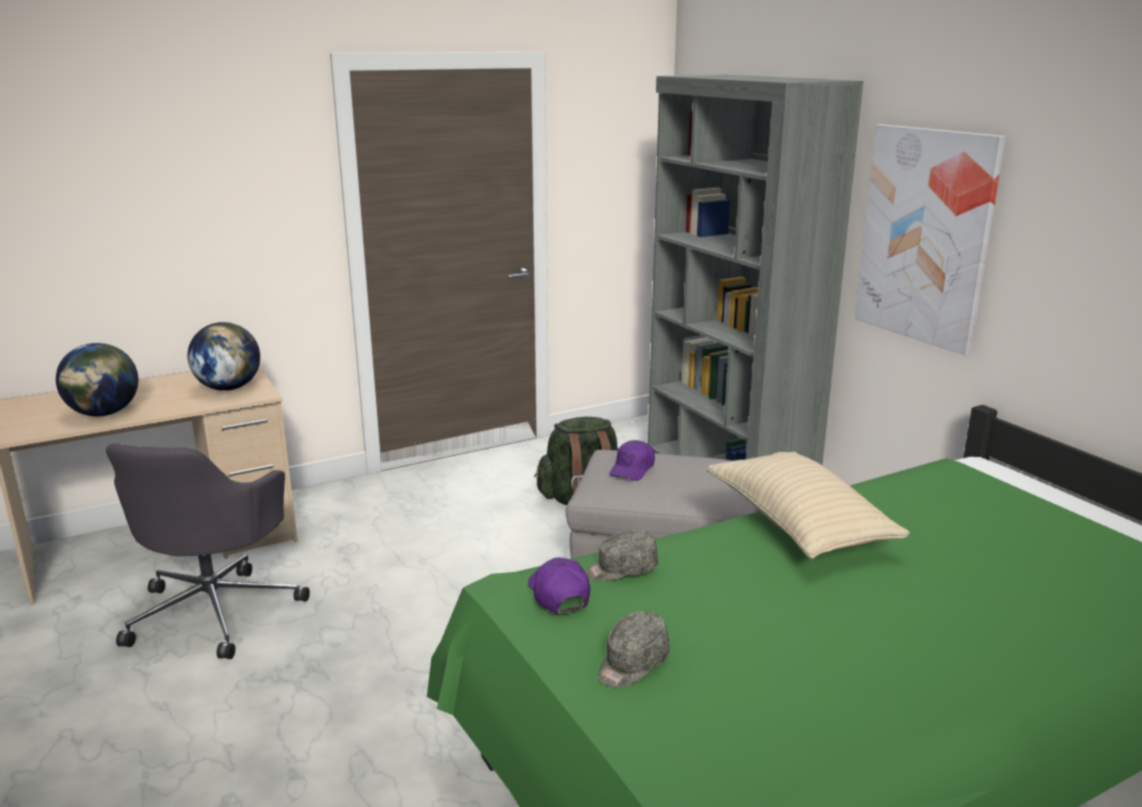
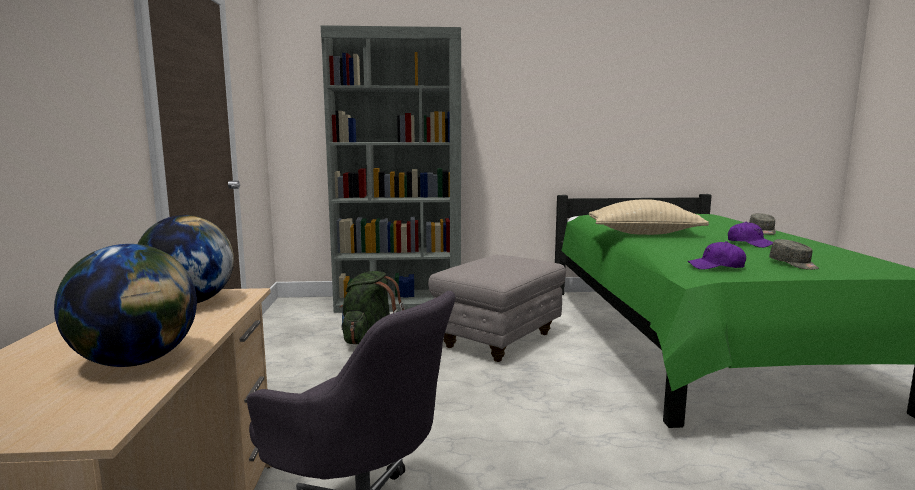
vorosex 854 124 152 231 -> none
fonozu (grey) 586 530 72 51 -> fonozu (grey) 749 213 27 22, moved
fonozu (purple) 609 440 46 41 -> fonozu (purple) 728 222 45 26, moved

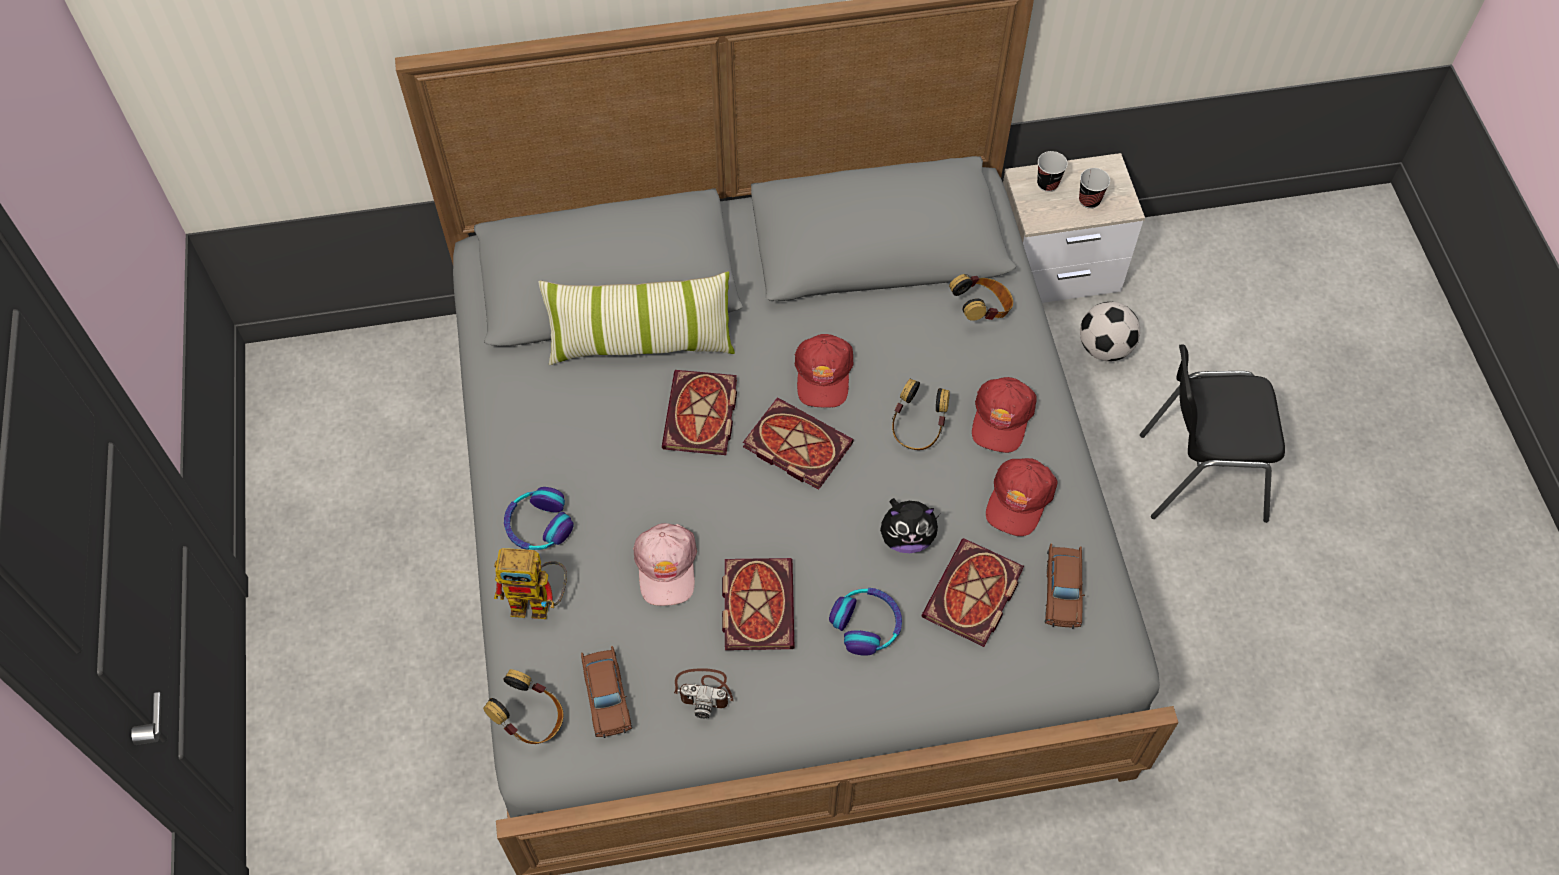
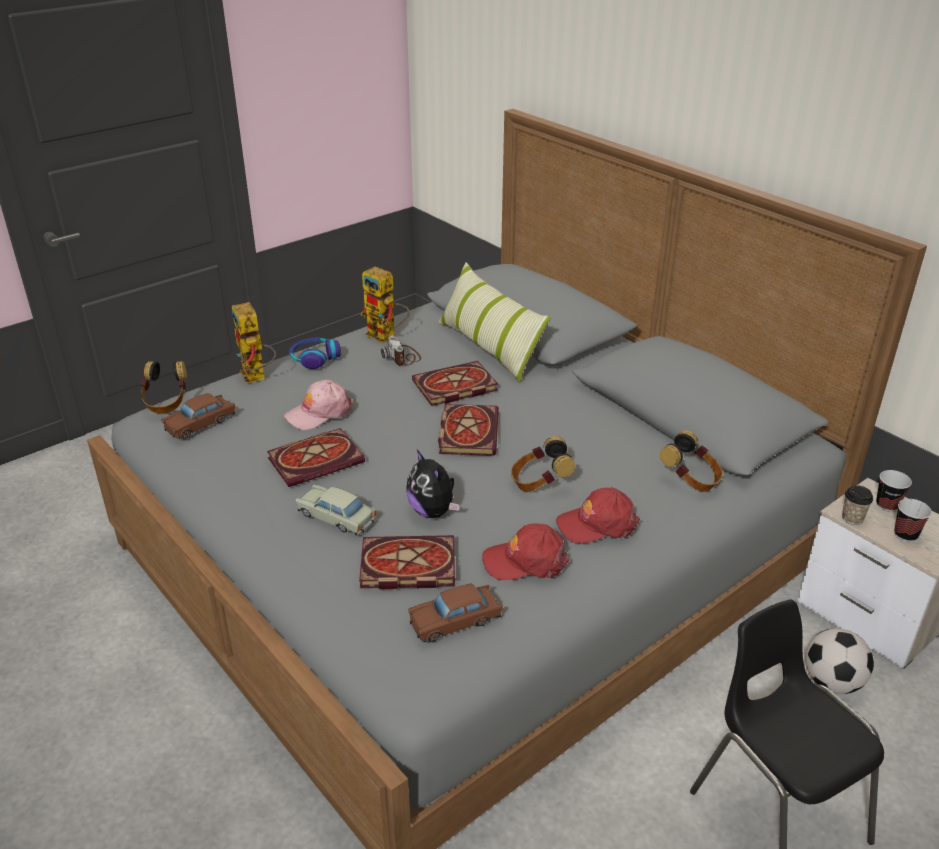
fonozu (red) 795 334 59 74 -> none
none -> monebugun 361 266 48 77
none -> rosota 842 485 31 40
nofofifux 674 668 59 51 -> nofofifux 381 335 40 31, moved
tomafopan 829 588 73 68 -> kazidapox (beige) 296 484 80 52

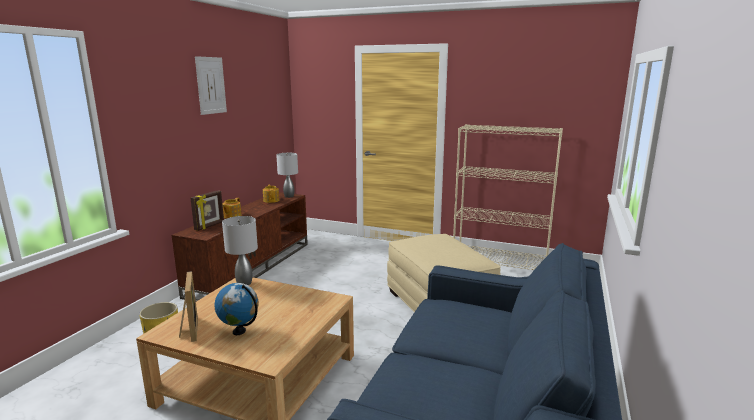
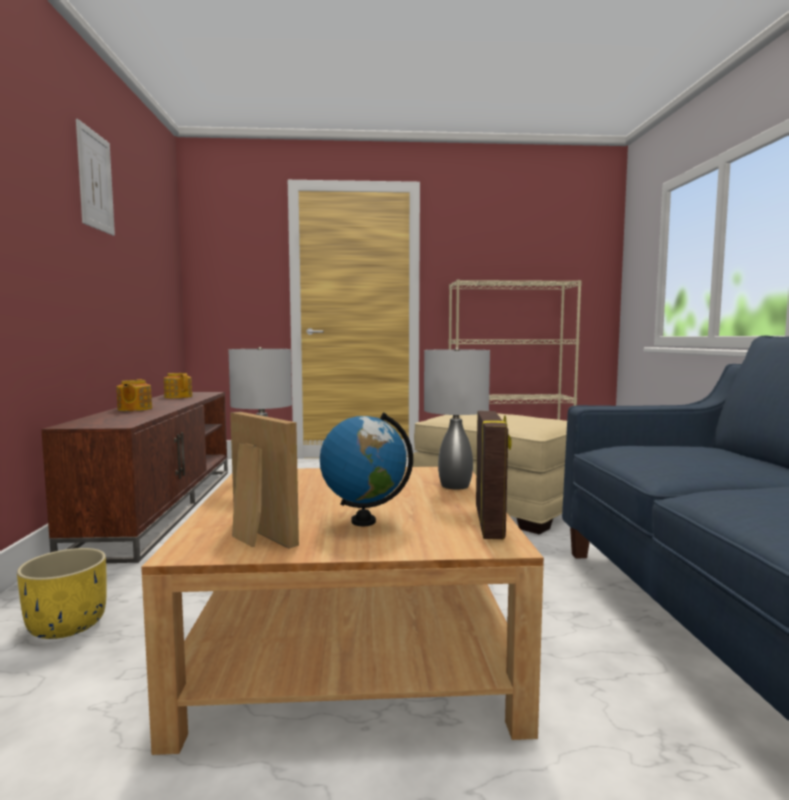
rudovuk 190 190 34 41 -> rudovuk 476 411 36 128, moved
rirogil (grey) 276 153 22 45 -> rirogil (grey) 424 348 66 142, moved

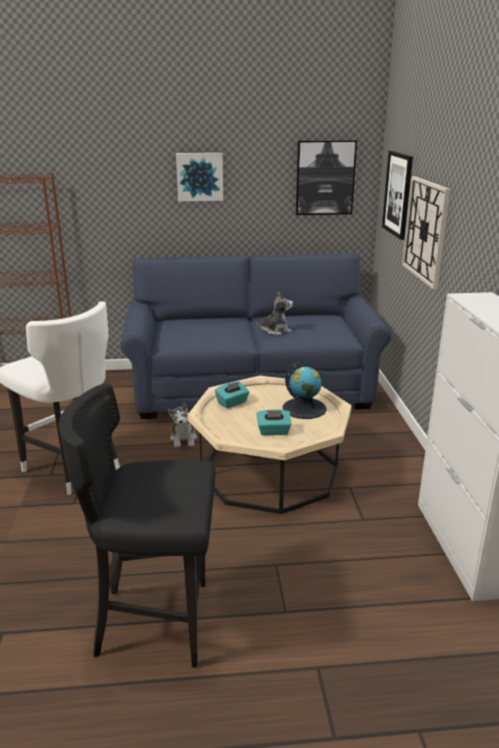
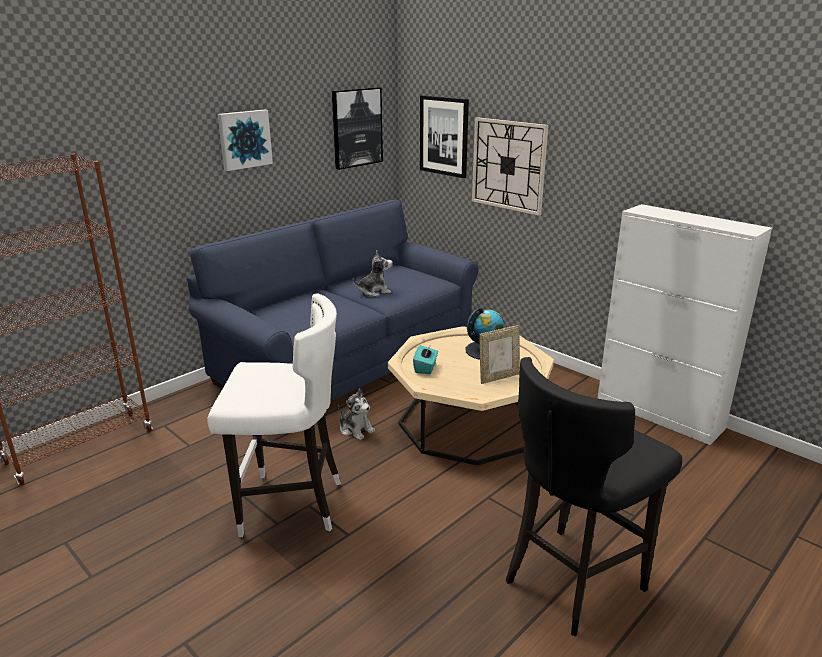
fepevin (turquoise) 257 409 35 27 -> rudovuk 479 325 41 59
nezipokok 257 292 36 43 -> nezipokok 353 251 40 45, 45 degrees clockwise

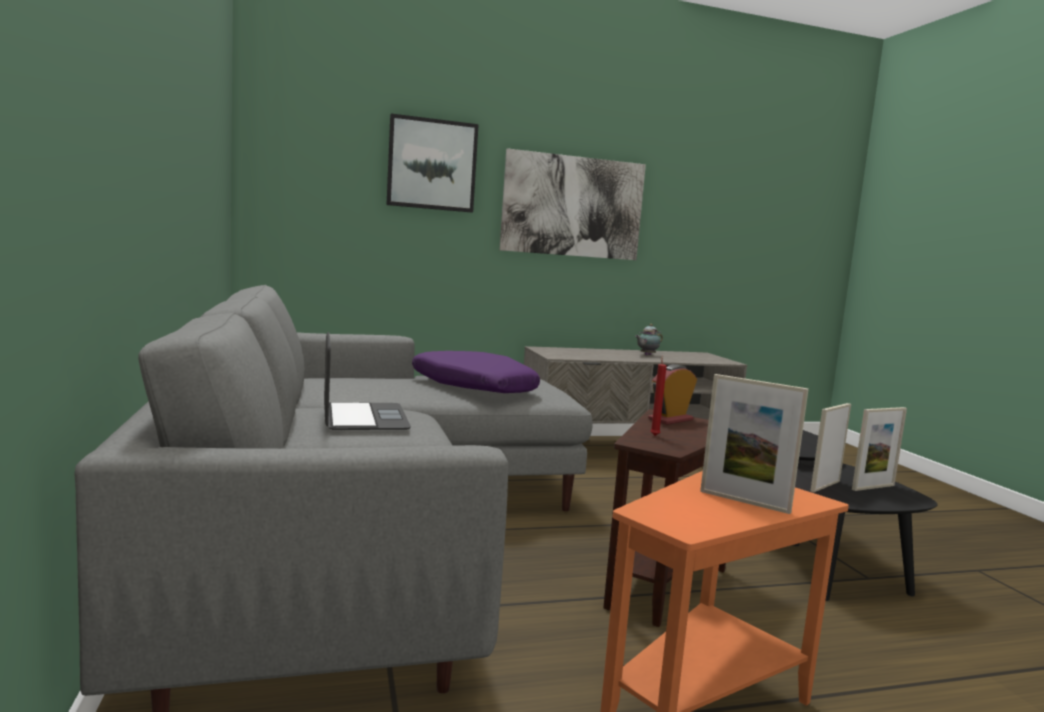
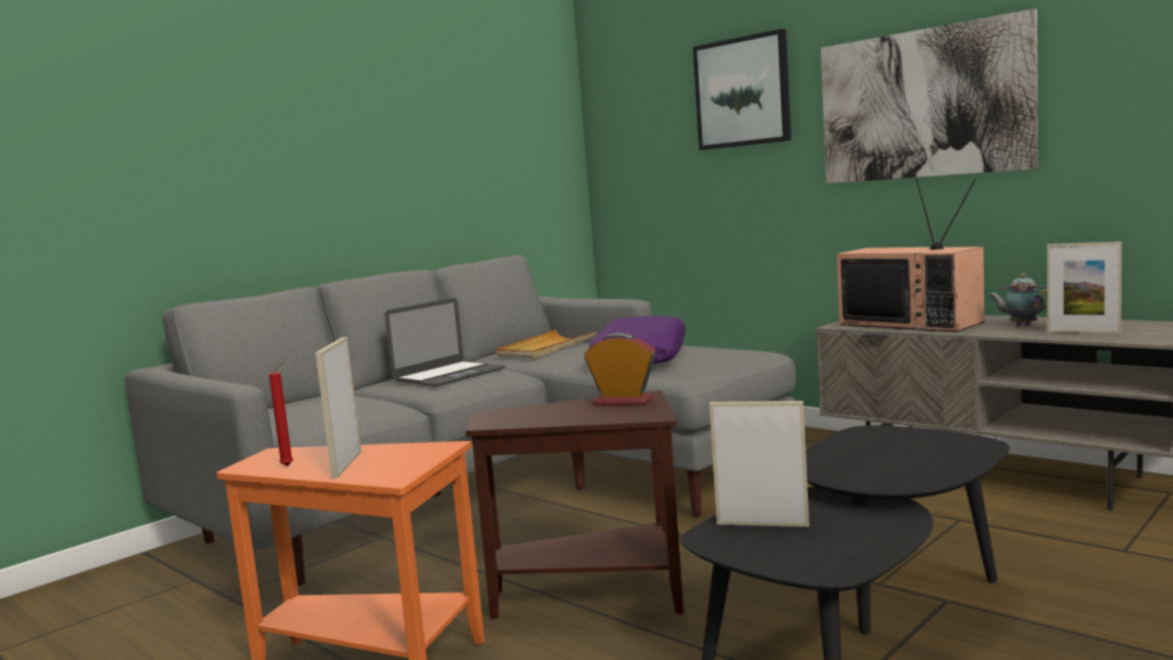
none -> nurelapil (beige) 496 330 101 28
none -> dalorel 837 174 148 158
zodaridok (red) 651 356 16 80 -> zodaridok (red) 269 361 24 105, moved
rudovuk 852 407 55 84 -> rudovuk 1047 242 75 92, moved

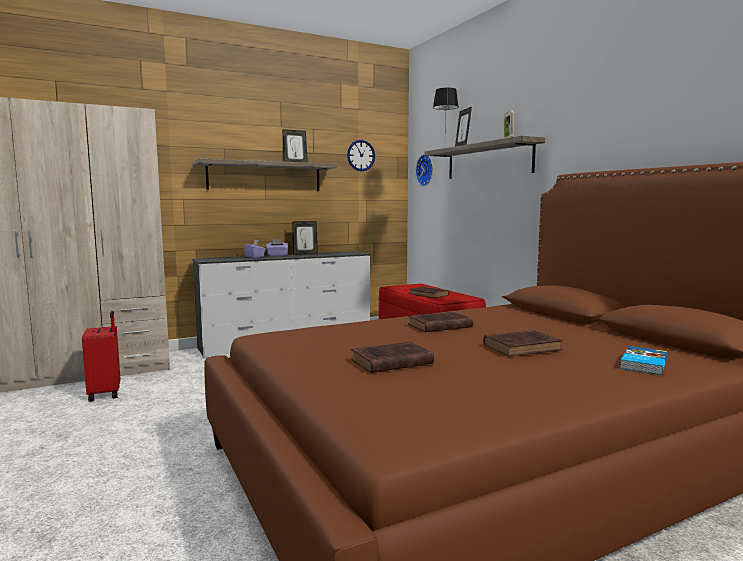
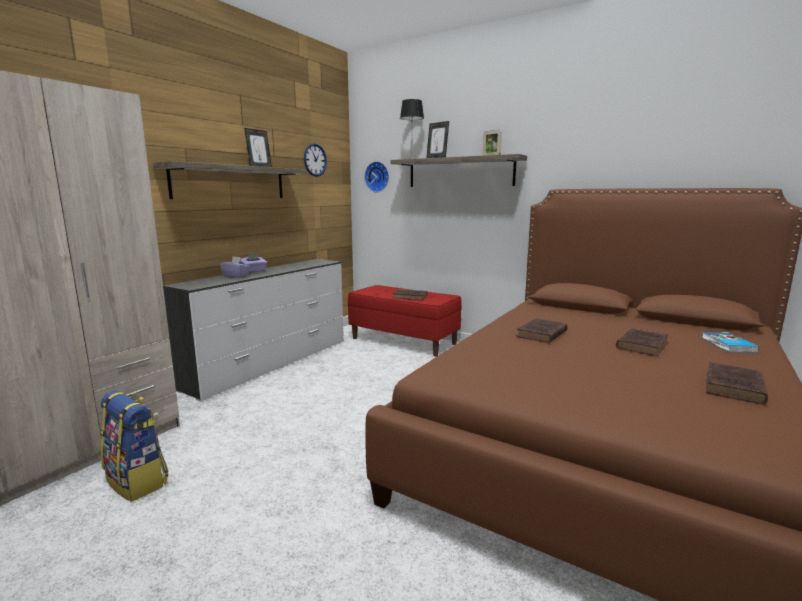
rudovuk 292 221 26 34 -> none
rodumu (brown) 351 342 83 31 -> rodumu (brown) 706 362 62 43, moved
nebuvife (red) 82 311 39 91 -> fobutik 101 391 68 111

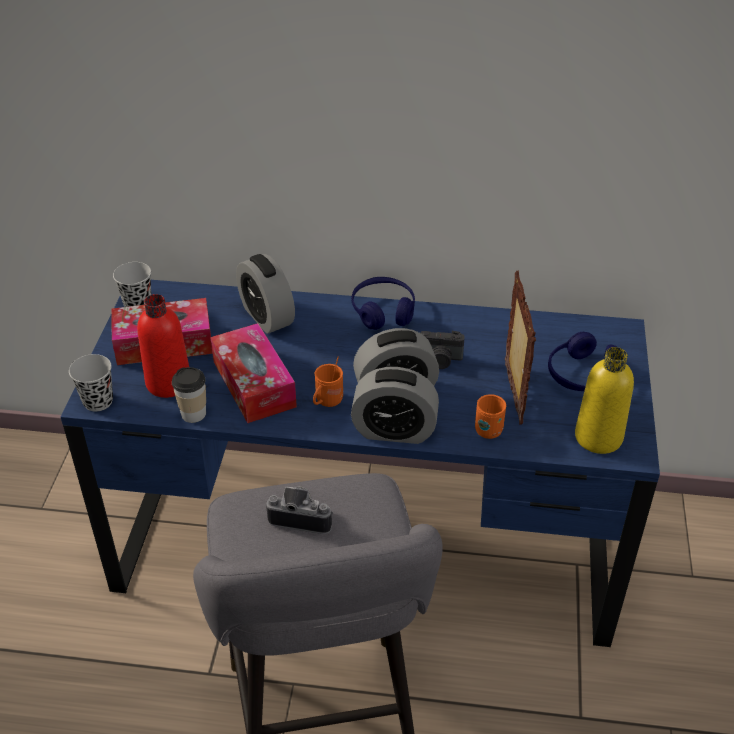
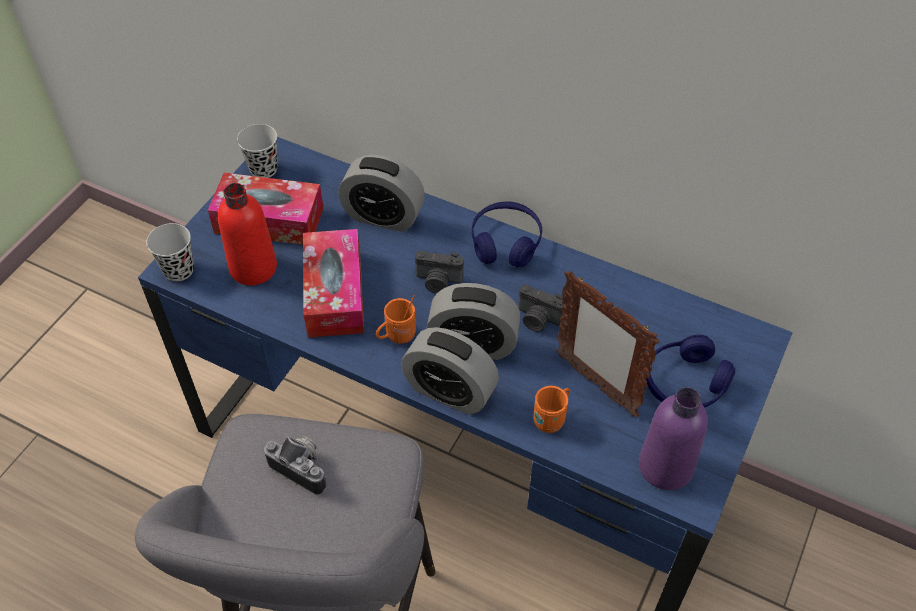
rosota 172 367 34 56 -> none
none -> nofofifux 415 251 49 42
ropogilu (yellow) 575 347 59 107 -> ropogilu (purple) 639 387 69 103
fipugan 236 254 59 80 -> fipugan 338 155 87 77, 60 degrees counterclockwise
rudovuk 505 271 31 154 -> rudovuk 557 271 103 146, 120 degrees clockwise

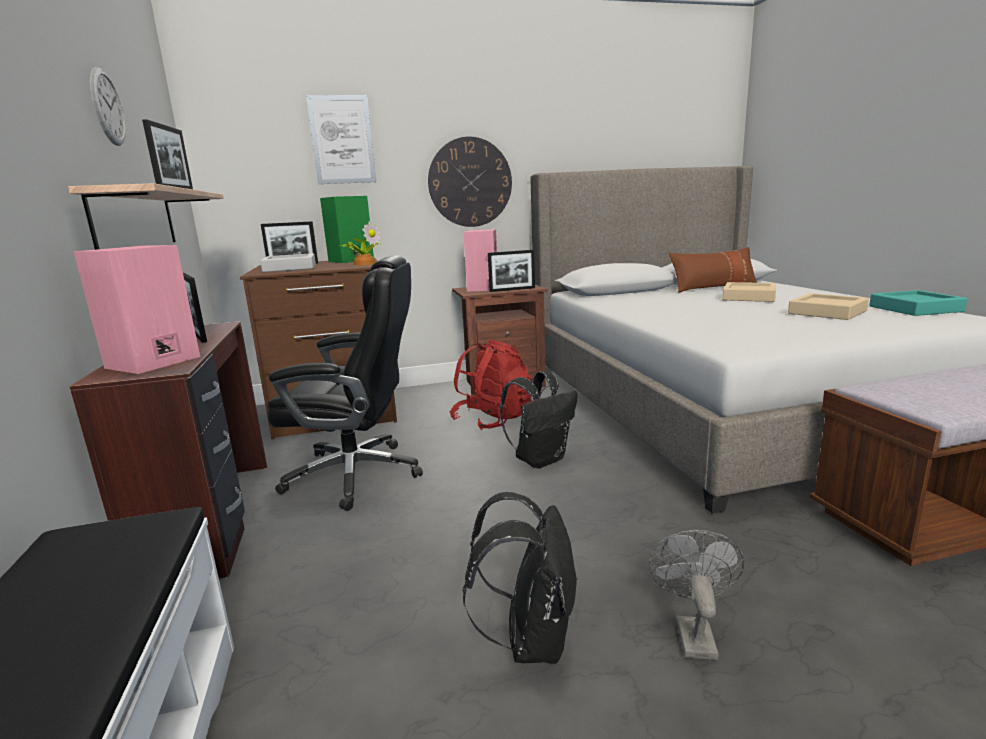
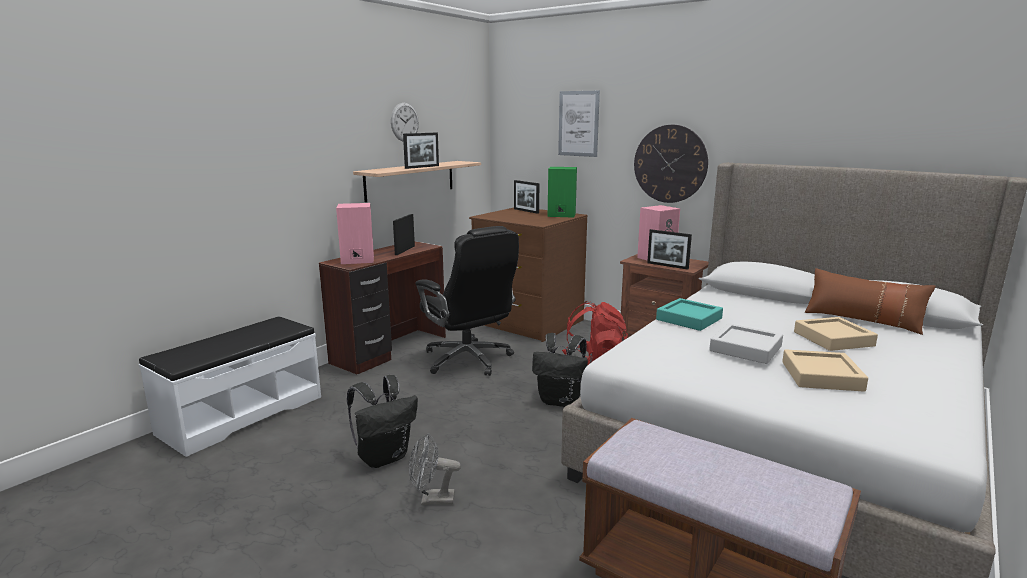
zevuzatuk 339 221 42 45 -> none
nurelapil (grey) 260 253 56 19 -> nurelapil (grey) 709 323 74 41, moved
nurelapil (turquoise) 869 290 98 26 -> nurelapil (turquoise) 656 298 67 33, moved
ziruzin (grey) 648 530 96 130 -> ziruzin (grey) 409 433 52 72, 150 degrees counterclockwise

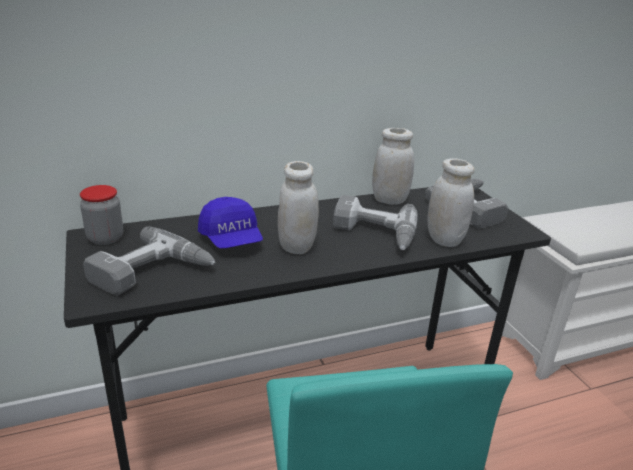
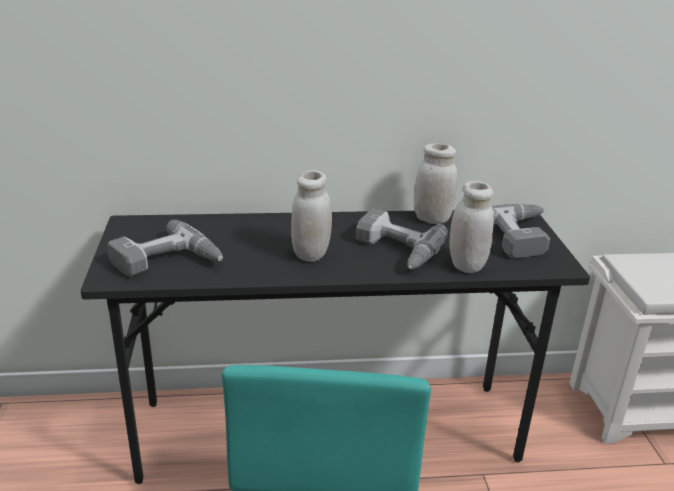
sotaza 80 185 43 60 -> none
fonozu (blue) 198 197 65 51 -> none

